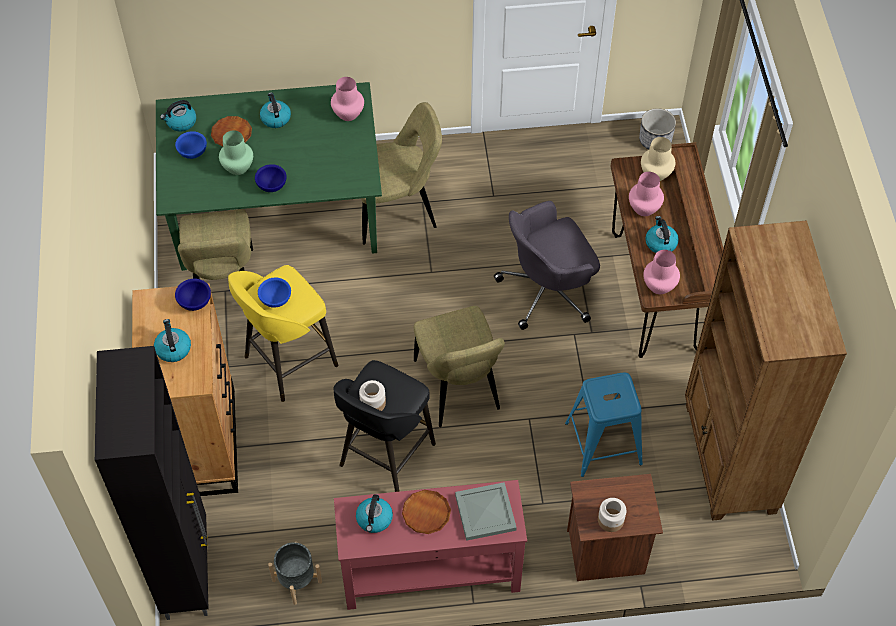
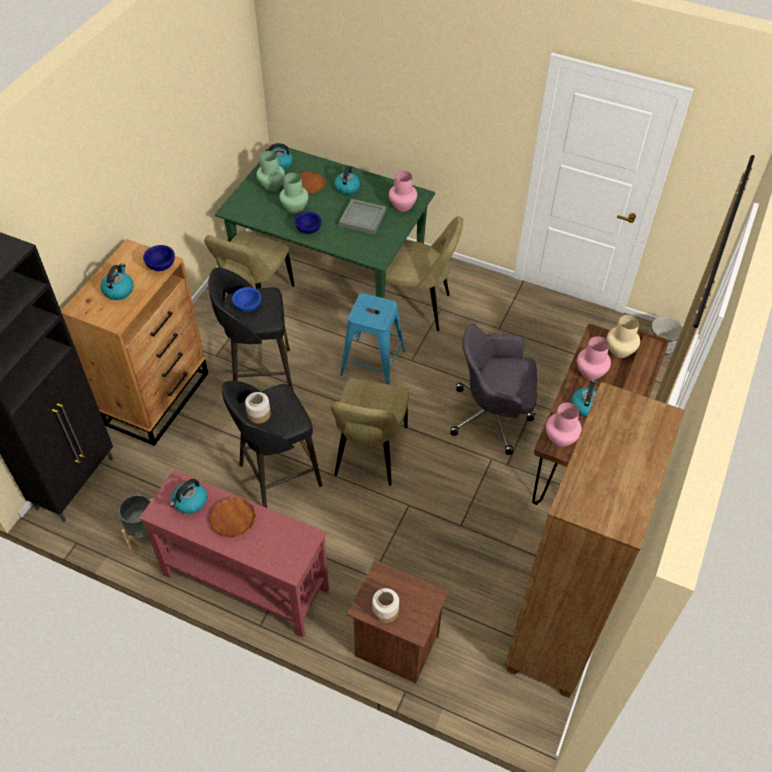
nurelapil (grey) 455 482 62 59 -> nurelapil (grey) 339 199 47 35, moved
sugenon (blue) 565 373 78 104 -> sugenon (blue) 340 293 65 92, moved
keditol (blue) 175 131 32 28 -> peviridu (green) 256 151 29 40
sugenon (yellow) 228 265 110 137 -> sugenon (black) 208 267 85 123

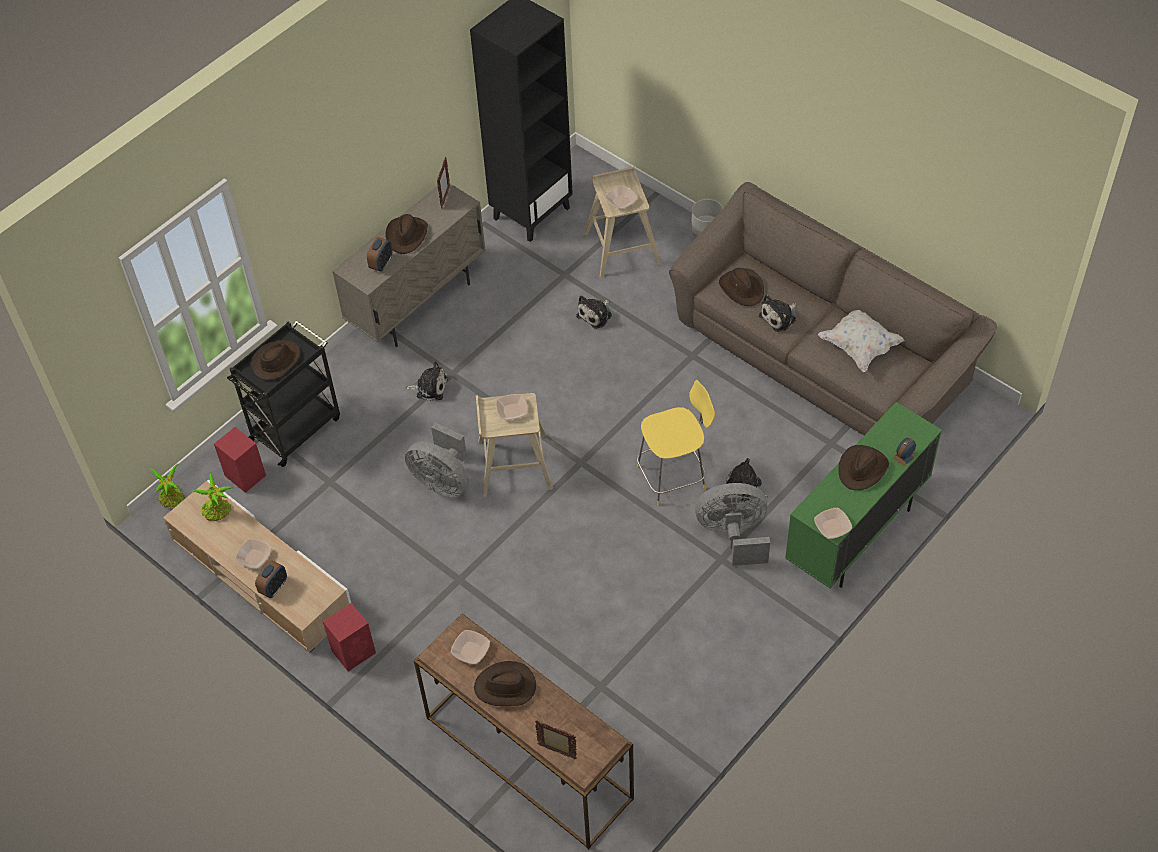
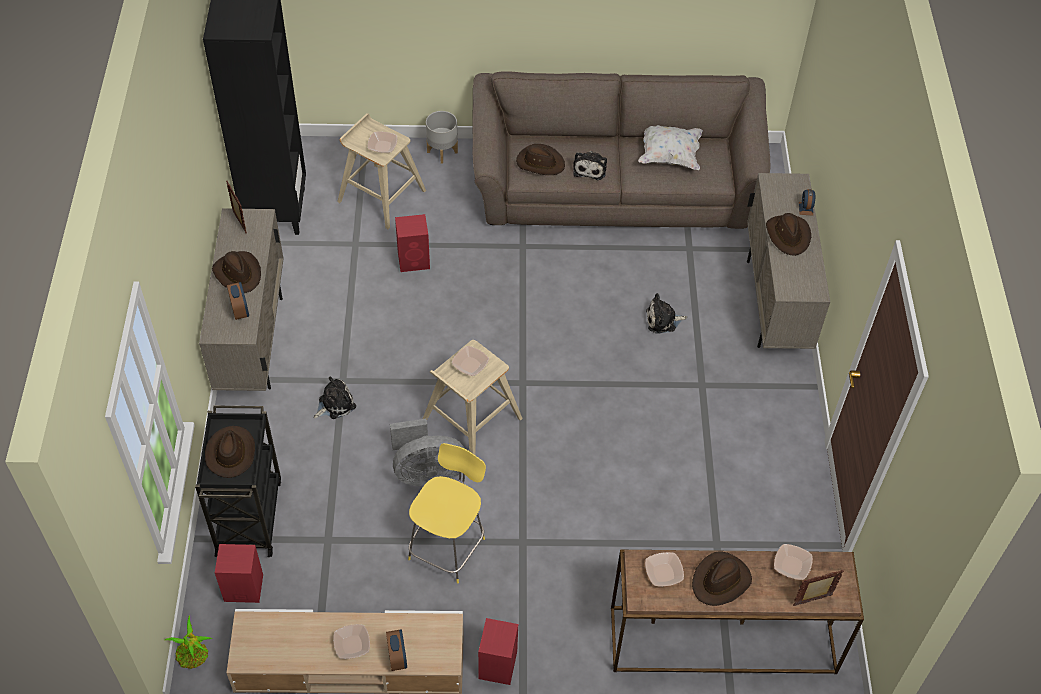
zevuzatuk 191 471 42 50 -> none
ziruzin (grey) 695 483 75 83 -> none
sugenon (yellow) 637 380 78 126 -> sugenon (yellow) 408 443 78 141, moved
keditol 814 508 38 31 -> keditol 774 544 39 36, moved
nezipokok 576 295 36 34 -> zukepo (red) 395 214 35 58
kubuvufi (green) 785 402 157 186 -> kubuvufi (beige) 747 173 83 176

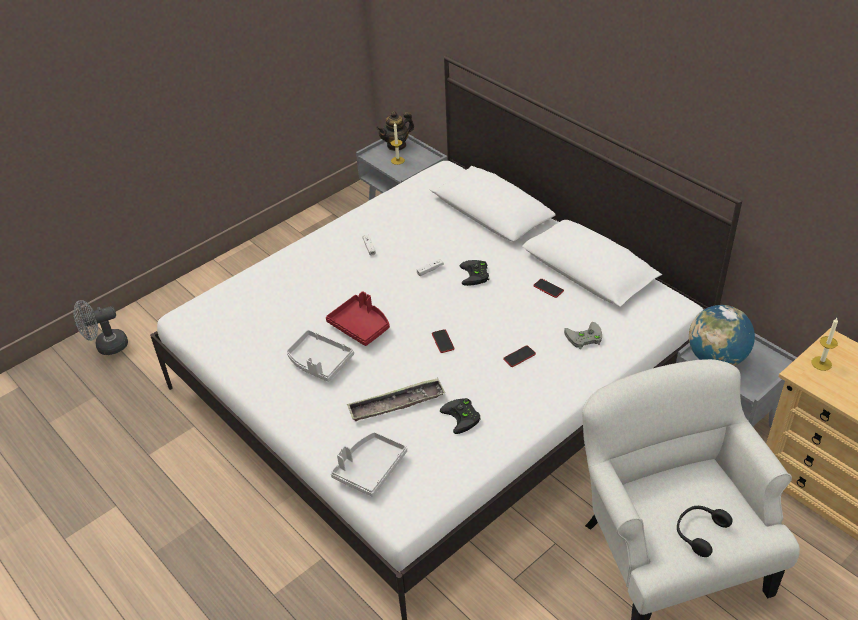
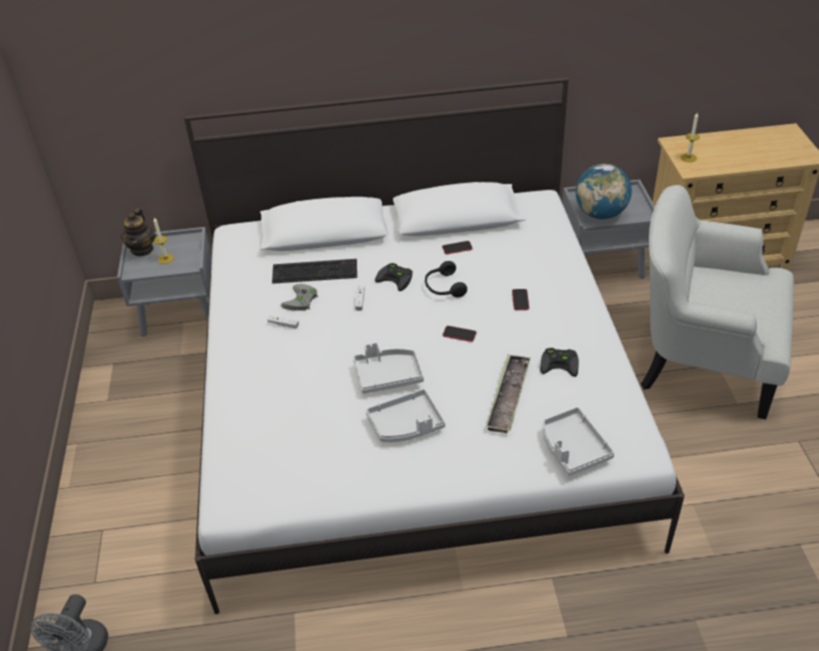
none -> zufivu 272 259 85 25
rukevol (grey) 564 322 38 27 -> rukevol (grey) 281 284 37 27, moved
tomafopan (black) 677 506 56 51 -> tomafopan (black) 425 261 42 37, moved
nurelapil (red) 326 292 64 54 -> nurelapil (grey) 353 342 71 52

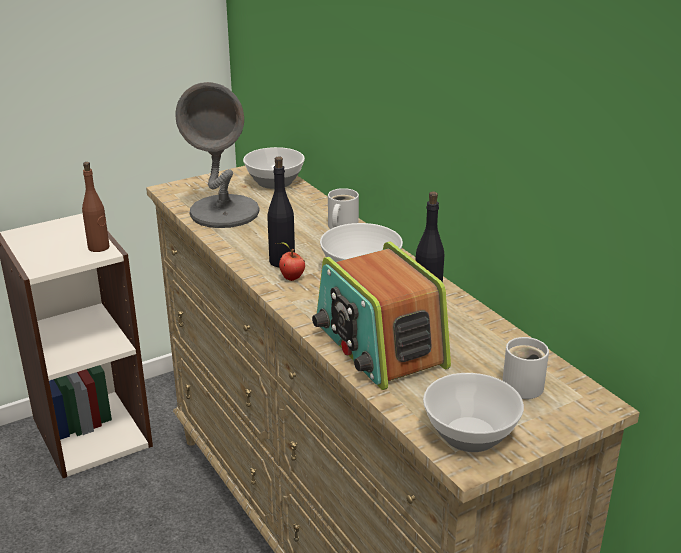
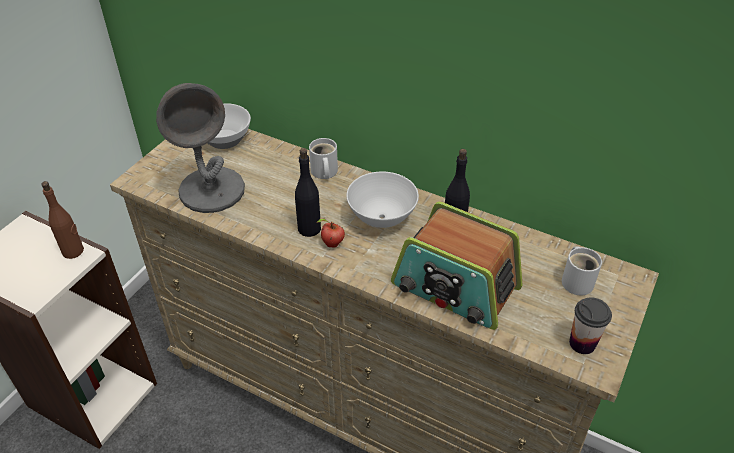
keditol 423 373 101 79 -> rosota 569 297 43 57

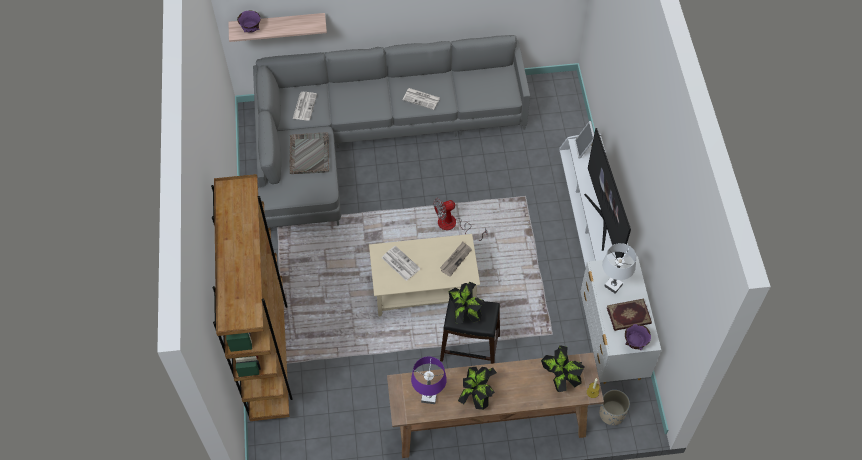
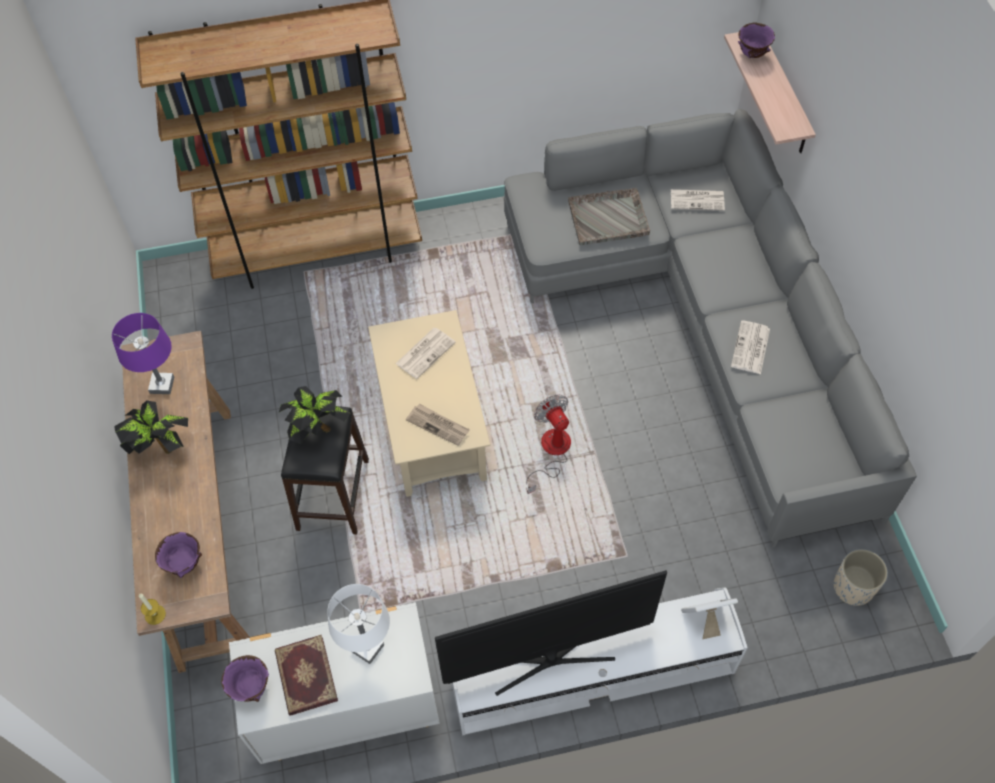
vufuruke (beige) 599 390 31 35 -> vufuruke (beige) 834 549 54 57, moved
zevuzatuk 541 345 44 47 -> keditol (purple) 155 532 47 46

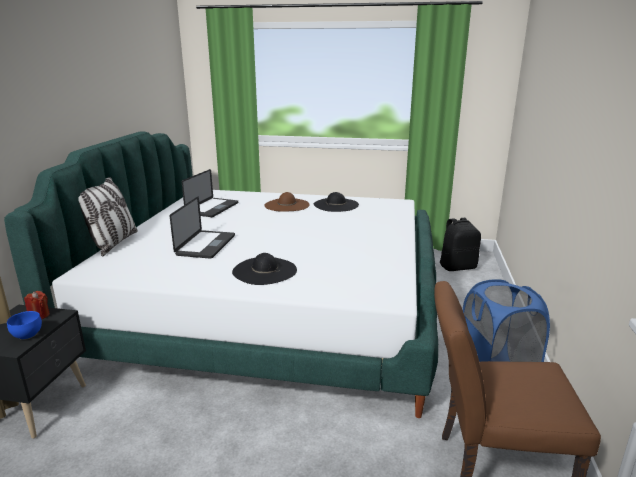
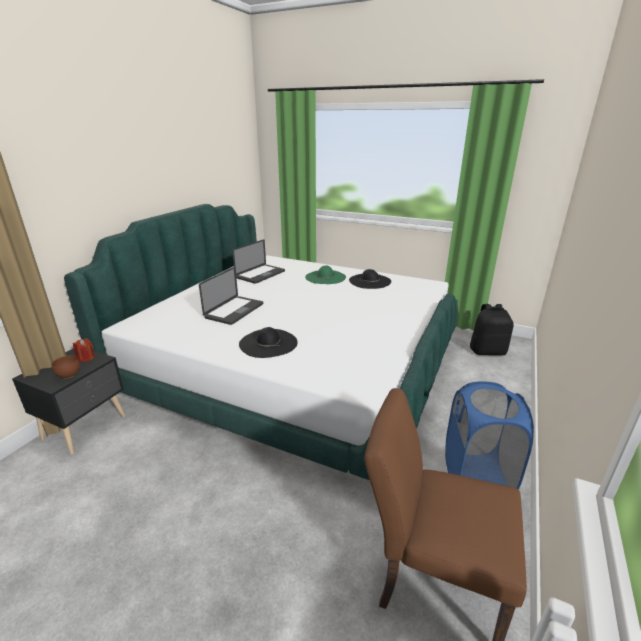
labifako 78 177 60 80 -> none
keditol (blue) 7 311 35 29 -> keditol (brown) 51 355 29 23
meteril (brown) 265 192 45 20 -> meteril (green) 305 266 41 18

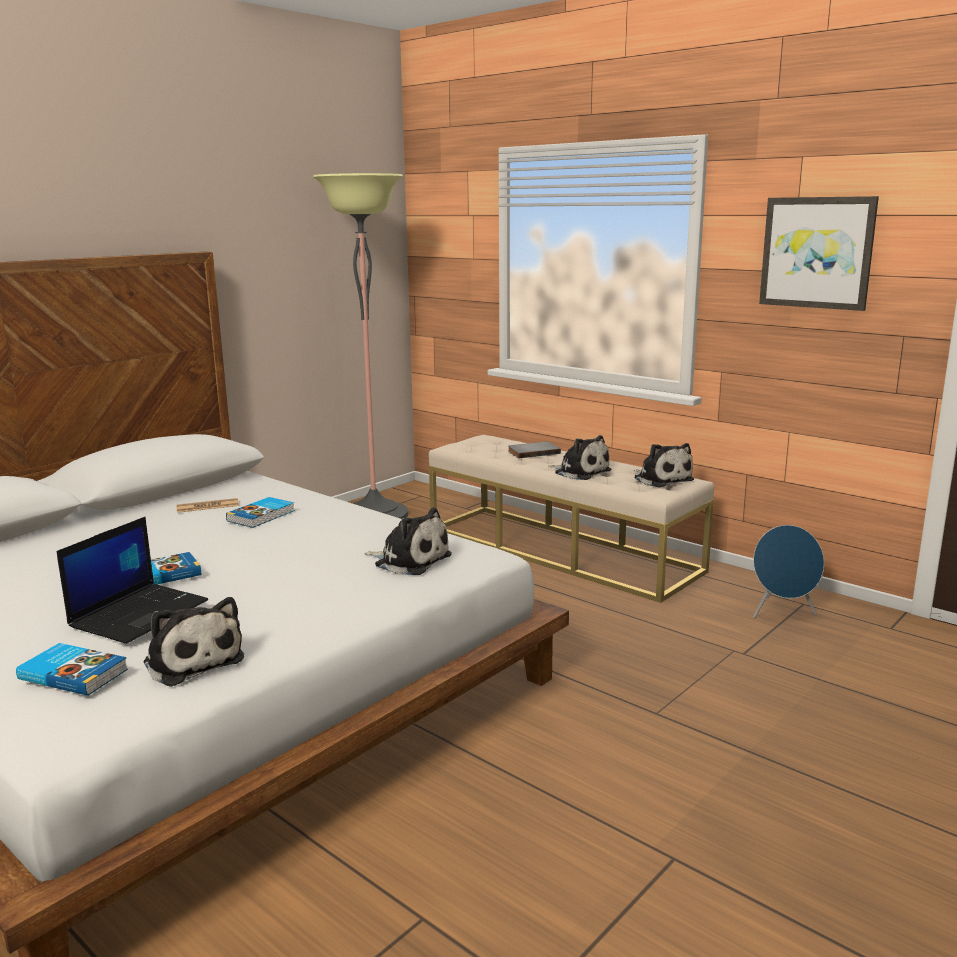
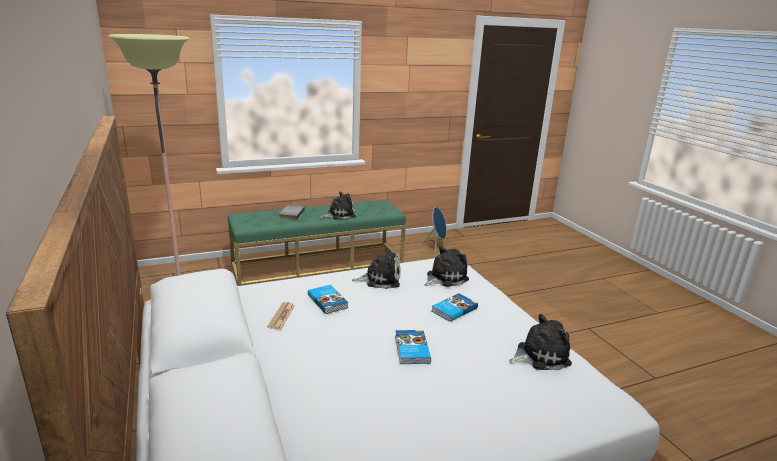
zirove 57 517 151 127 -> none
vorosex 759 196 120 115 -> none
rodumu 16 643 112 53 -> rodumu 431 293 47 29, moved
nezipokok 634 443 60 45 -> nezipokok 352 248 49 41, moved
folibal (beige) 429 435 285 168 -> folibal (green) 228 200 178 86

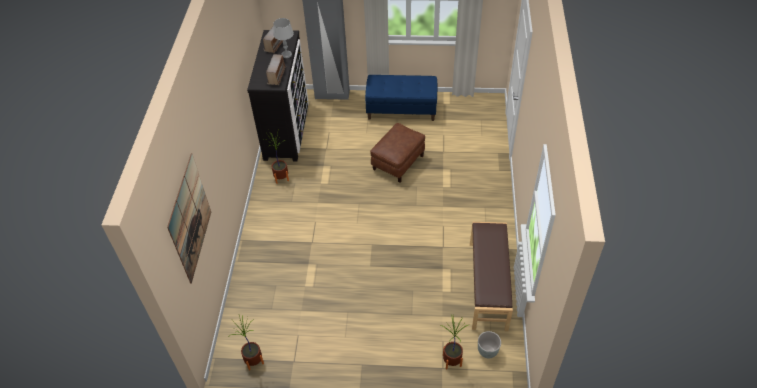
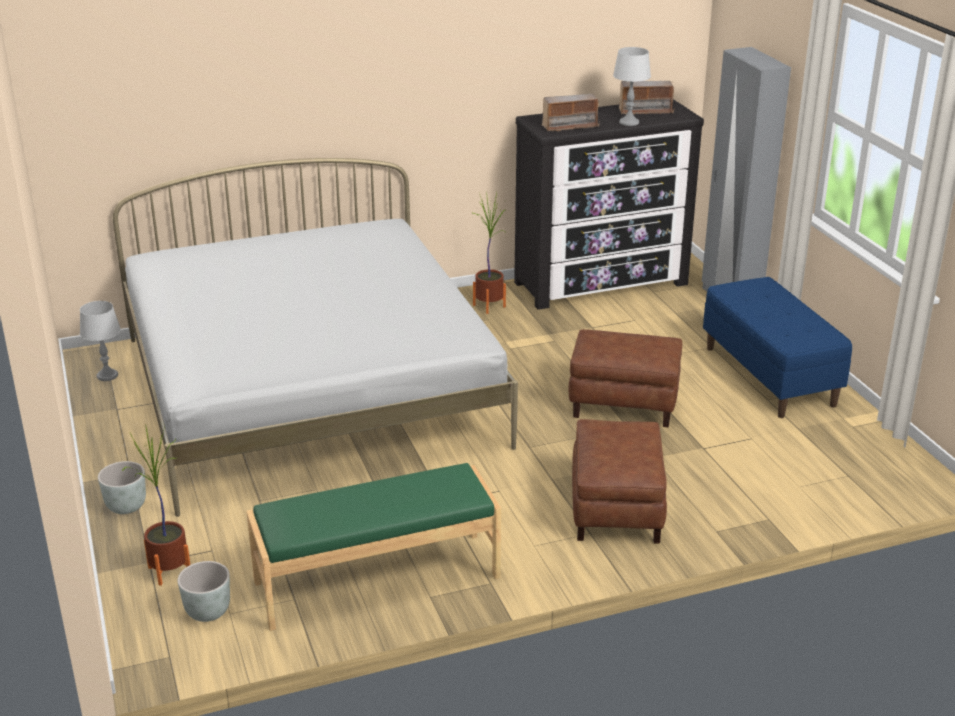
vorosex 167 153 44 131 -> none
none -> vufuruke (grey) 98 461 48 53
none -> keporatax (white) 113 158 405 359
none -> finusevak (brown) 572 419 95 125
zevuzatuk 229 315 35 55 -> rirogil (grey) 80 301 41 80
folibal (brown) 470 222 43 109 -> folibal (green) 246 463 255 168

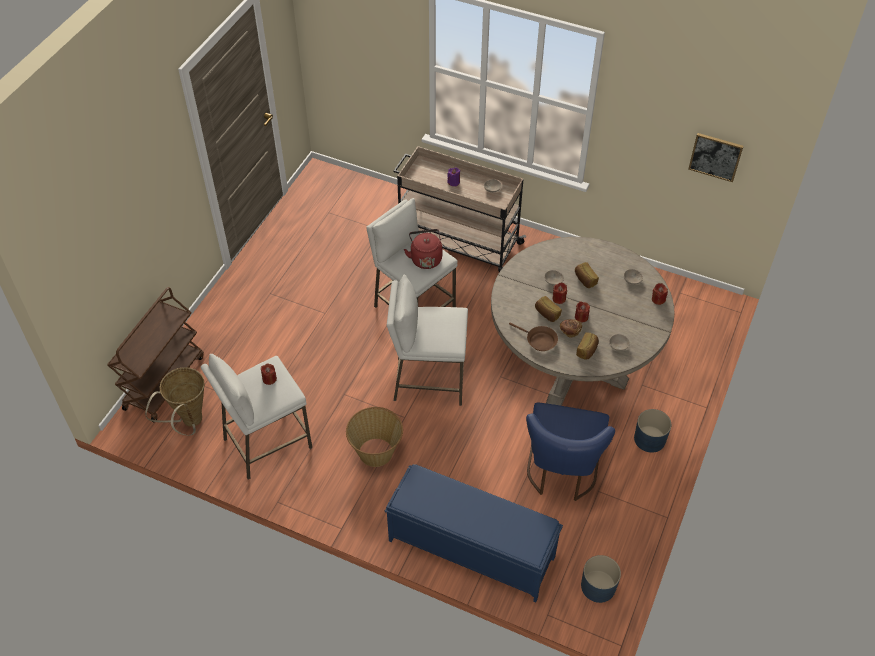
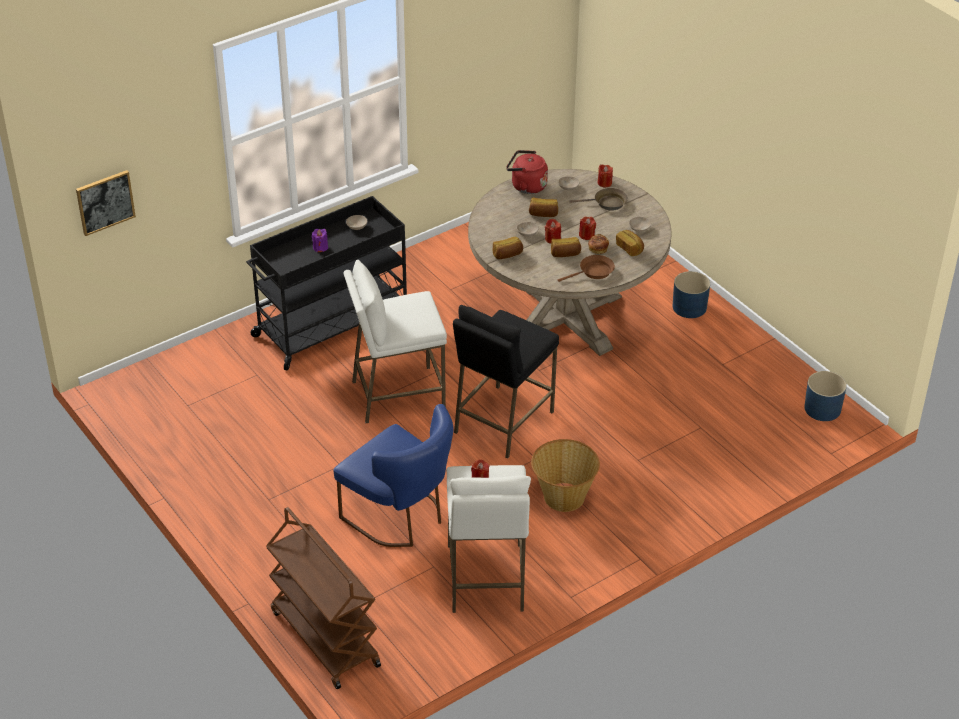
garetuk 145 367 59 68 -> none
folibal (blue) 385 464 178 138 -> none
none -> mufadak 493 237 30 22
none -> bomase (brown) 569 188 59 22
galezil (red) 404 229 38 40 -> galezil (red) 506 150 42 44, moved
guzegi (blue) 526 403 89 98 -> guzegi (blue) 333 404 120 143, moved
vorosex 688 133 55 49 -> vorosex 76 170 60 66, moved
sugenon (white) 387 275 81 131 -> sugenon (black) 453 305 106 153
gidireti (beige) 393 146 133 126 -> gidireti (black) 246 196 161 174

